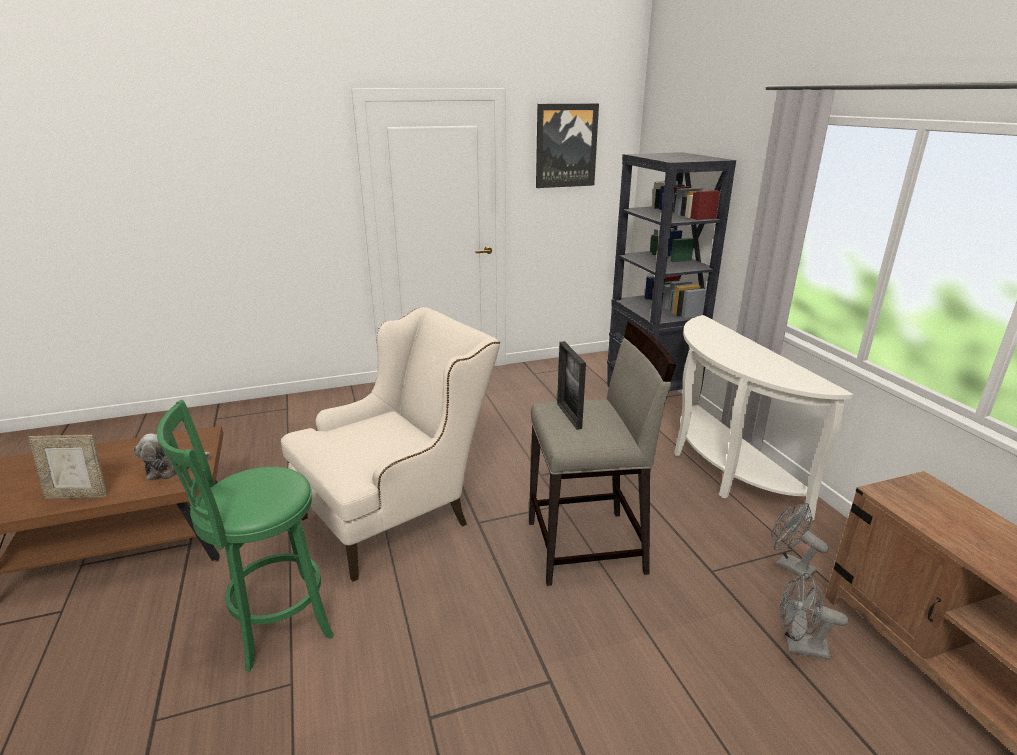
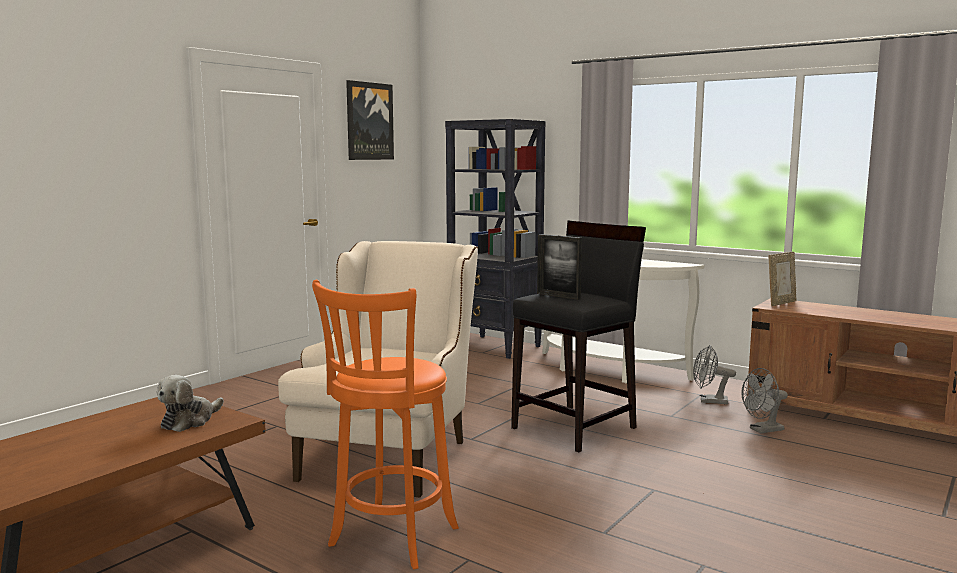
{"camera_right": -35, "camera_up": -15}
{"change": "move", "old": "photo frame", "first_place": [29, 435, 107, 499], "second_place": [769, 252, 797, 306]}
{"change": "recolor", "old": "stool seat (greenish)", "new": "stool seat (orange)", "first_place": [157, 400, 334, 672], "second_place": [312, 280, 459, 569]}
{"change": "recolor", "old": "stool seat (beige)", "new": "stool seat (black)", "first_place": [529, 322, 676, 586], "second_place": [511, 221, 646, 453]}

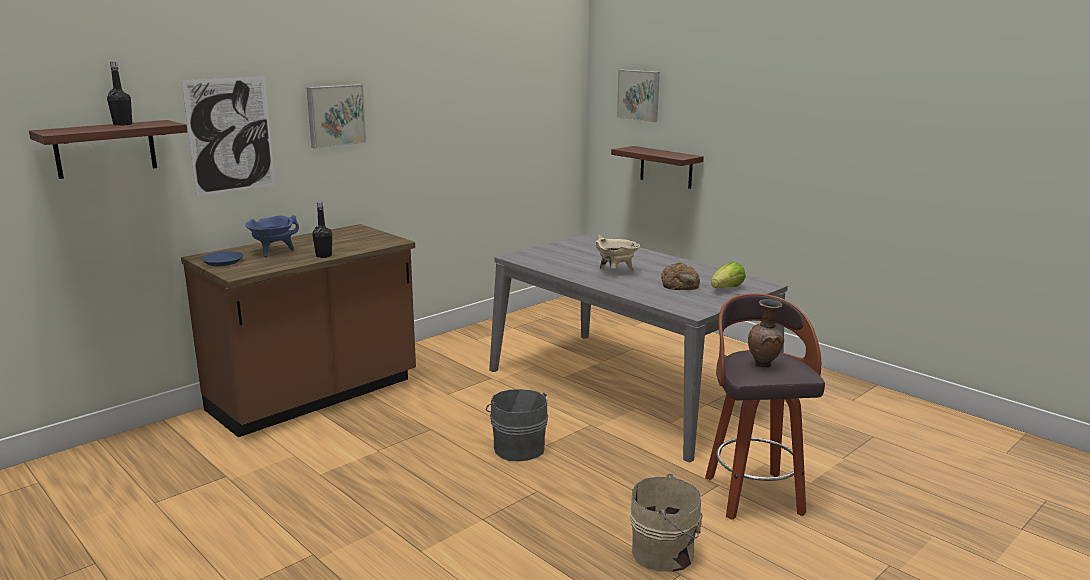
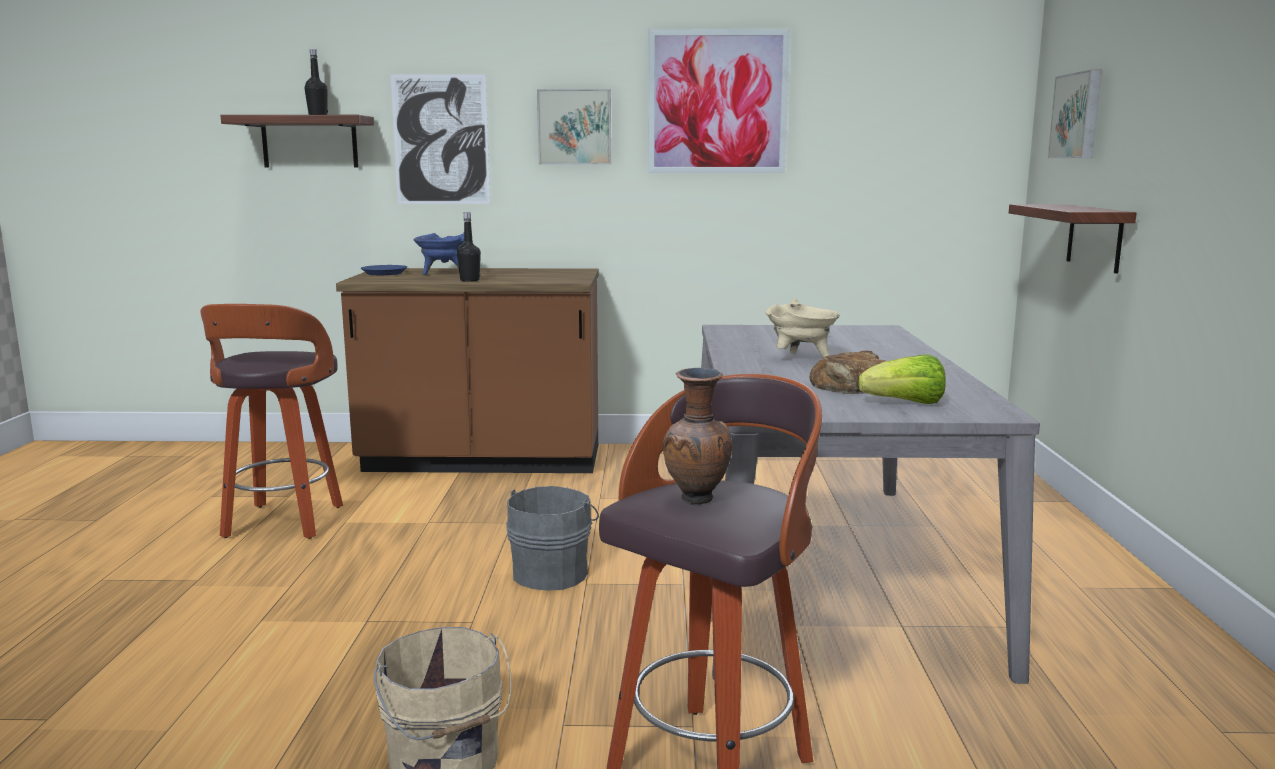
{"camera_right": 45, "camera_up": -5}
{"change": "insert", "new": "stool seat", "second_place": [200, 304, 343, 539]}
{"change": "insert", "new": "wall art", "second_place": [648, 29, 790, 173]}

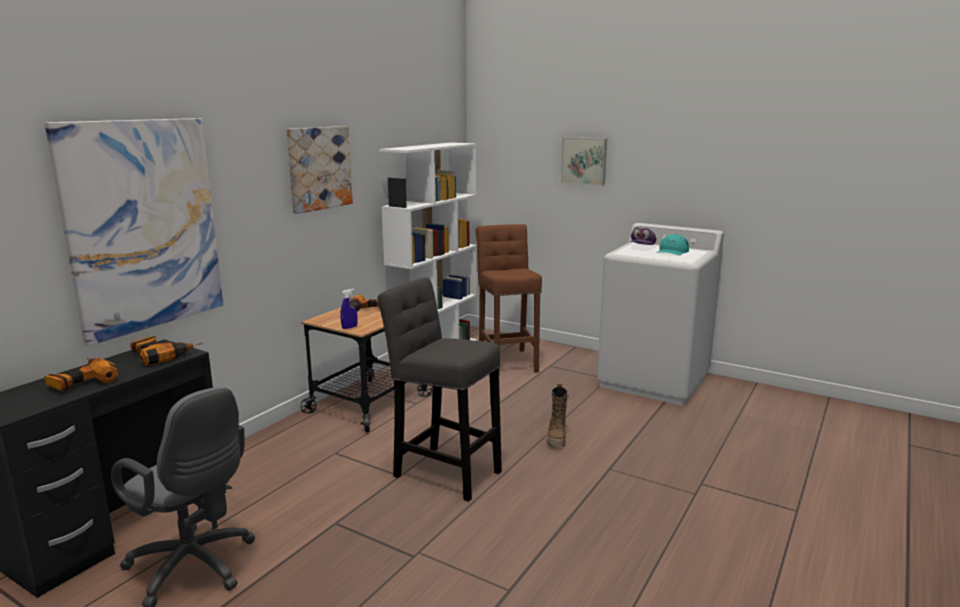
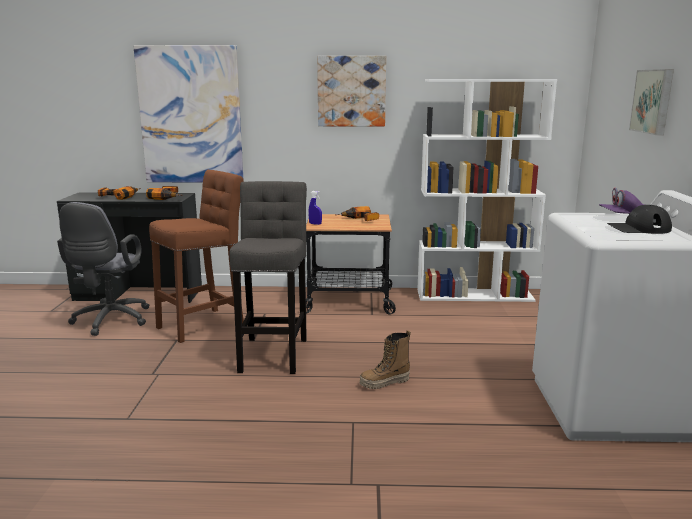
{"camera_right": 60, "camera_up": 0}
{"change": "move", "old": "stool seat (brown)", "first_place": [476, 224, 542, 373], "second_place": [149, 170, 244, 343]}
{"change": "recolor", "old": "baseball cap (turquoise-coloured)", "new": "baseball cap (black)", "first_place": [658, 234, 689, 255], "second_place": [607, 205, 672, 234]}

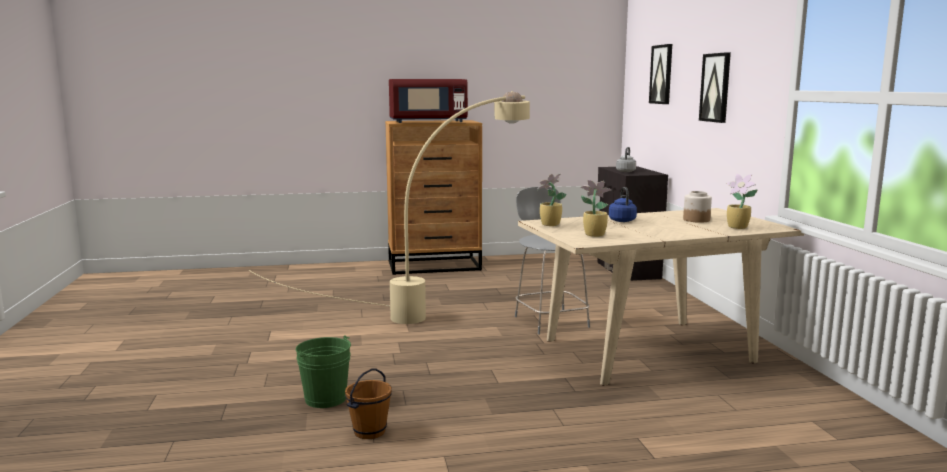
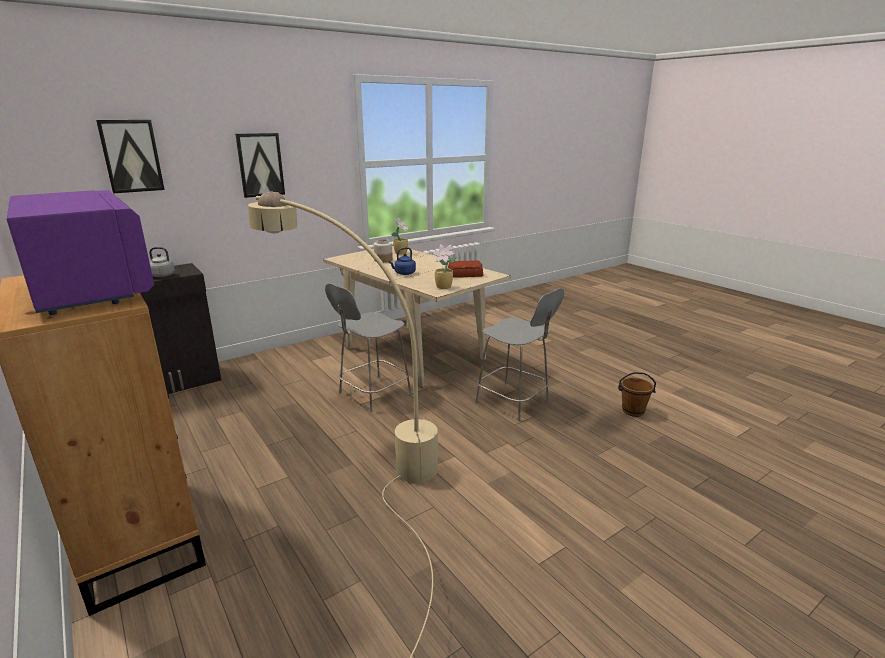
{"camera_right": -115, "camera_up": 10}
{"change": "delete", "old": "water bucket (greenish)", "first_place": [296, 335, 351, 408]}
{"change": "insert", "new": "stool seat (grey)", "second_place": [475, 288, 564, 421]}
{"change": "replace", "old": "plant in a pot", "new": "baked bread", "first_place": [580, 180, 611, 237], "second_place": [448, 260, 484, 278]}
{"change": "recolor", "old": "microwave (reddish)", "new": "microwave (purplish)", "first_place": [389, 79, 468, 123], "second_place": [7, 190, 154, 315]}

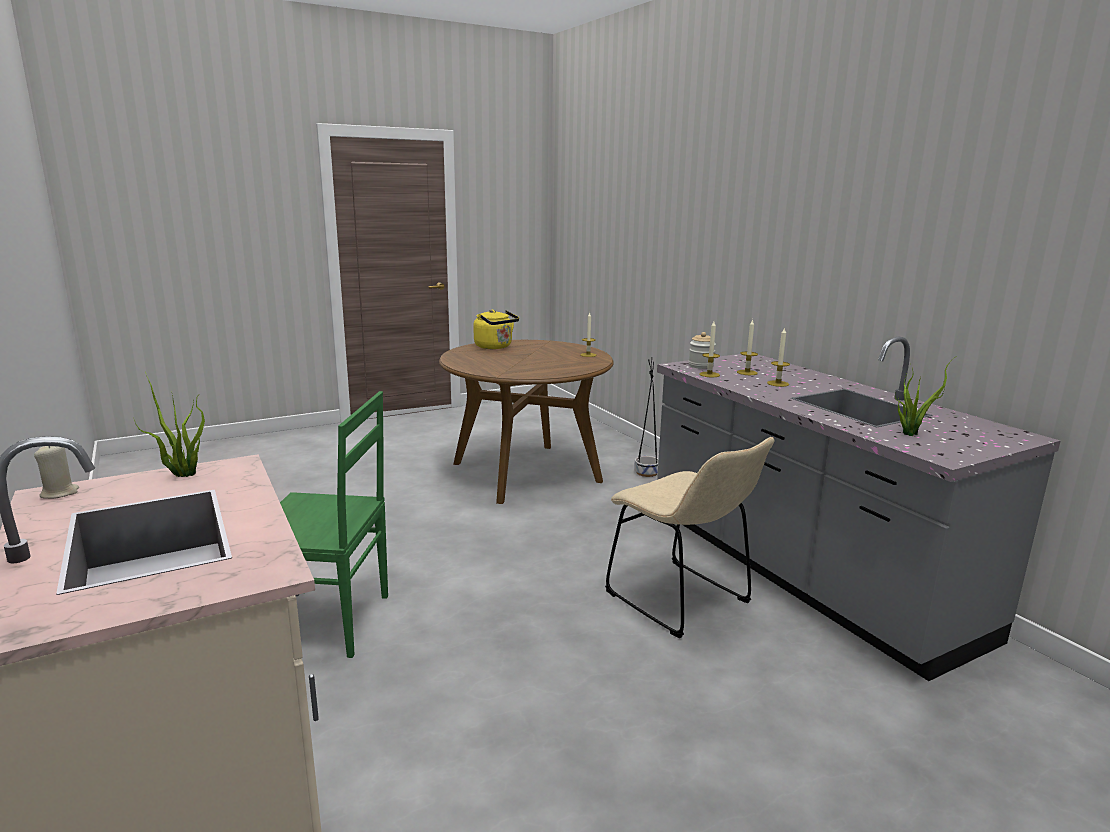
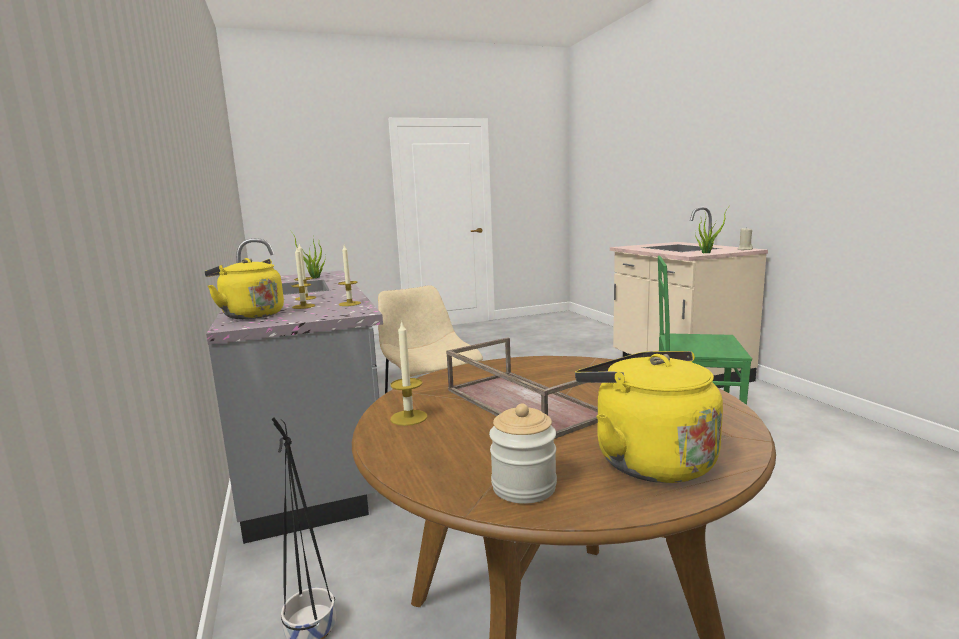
{"camera_right": -170, "camera_up": -5}
{"change": "insert", "new": "water kettle (yellowish)", "second_place": [204, 258, 284, 319]}
{"change": "insert", "new": "tray (brown)", "second_place": [446, 337, 598, 438]}
{"change": "move", "old": "jar", "first_place": [688, 332, 716, 369], "second_place": [489, 404, 557, 504]}

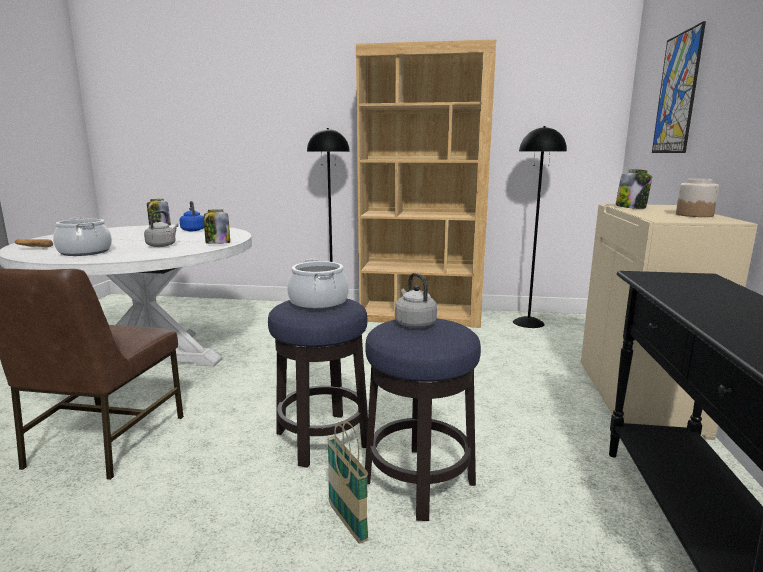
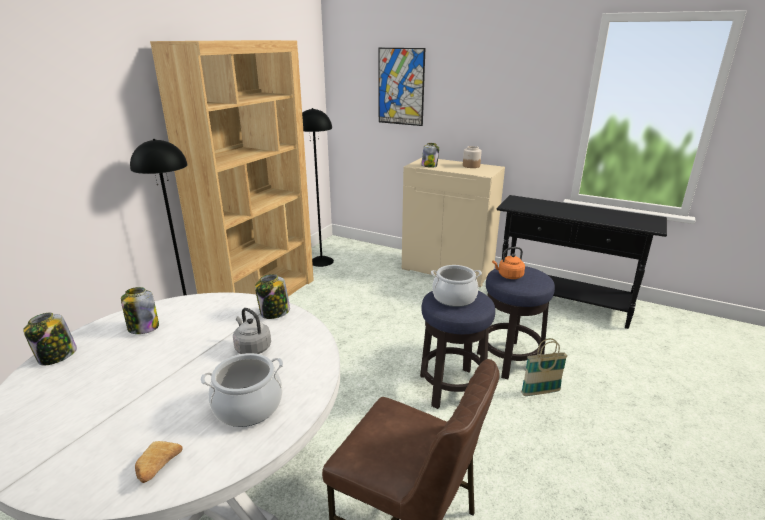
{"camera_right": -70, "camera_up": 10}
{"change": "replace", "old": "water kettle (blue-coloured)", "new": "jar", "first_place": [179, 201, 204, 231], "second_place": [121, 287, 159, 334]}
{"change": "recolor", "old": "water kettle (grey)", "new": "water kettle (orange)", "first_place": [395, 273, 437, 328], "second_place": [492, 247, 525, 279]}

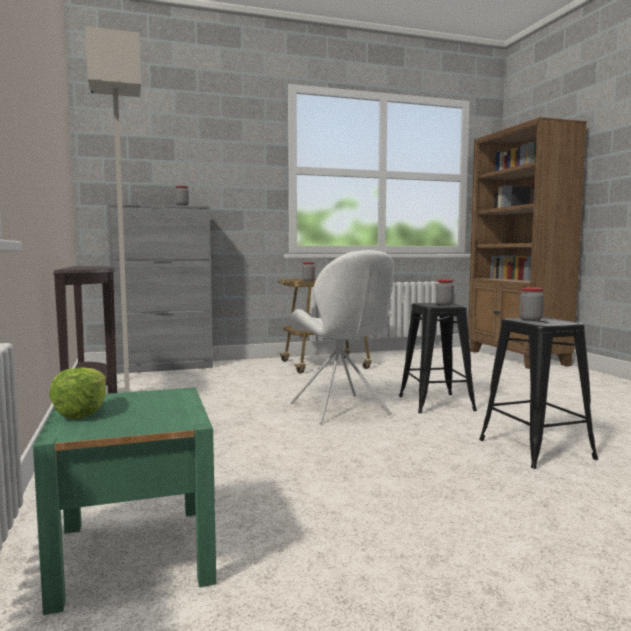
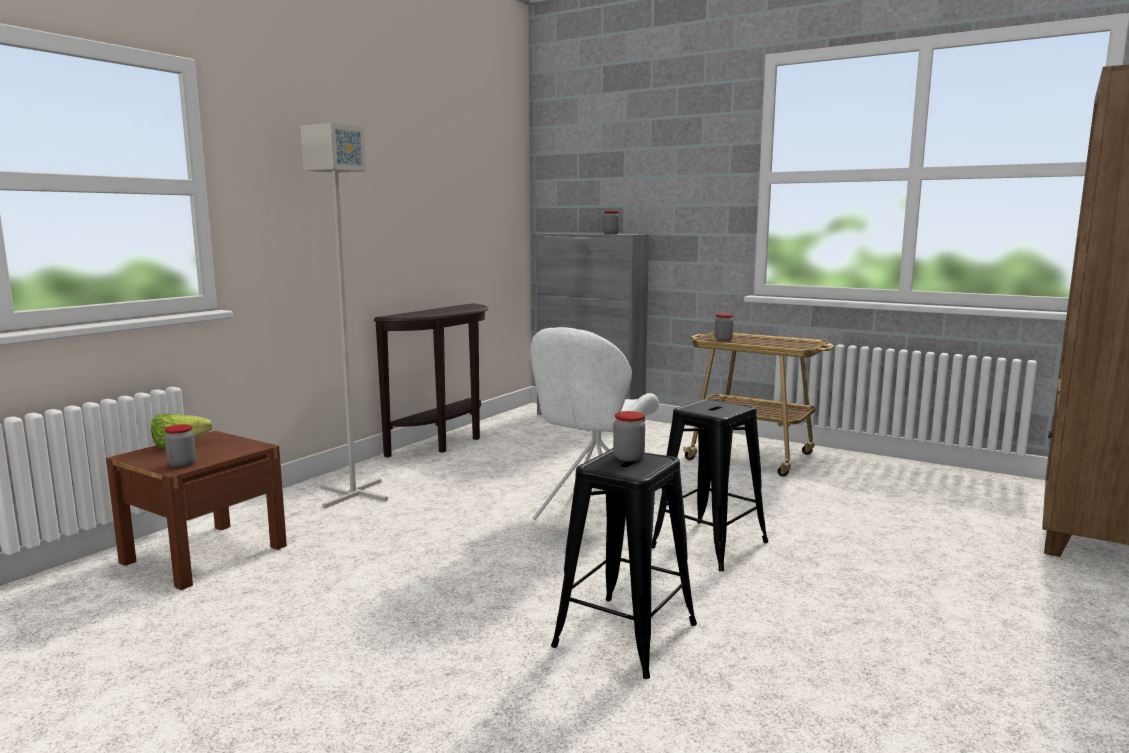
{"camera_right": 50, "camera_up": 5}
{"change": "move", "old": "jar", "first_place": [436, 279, 454, 305], "second_place": [164, 424, 196, 468]}
{"change": "recolor", "old": "nightstand (greenish)", "new": "nightstand (brown)", "first_place": [33, 387, 216, 615], "second_place": [106, 431, 287, 590]}

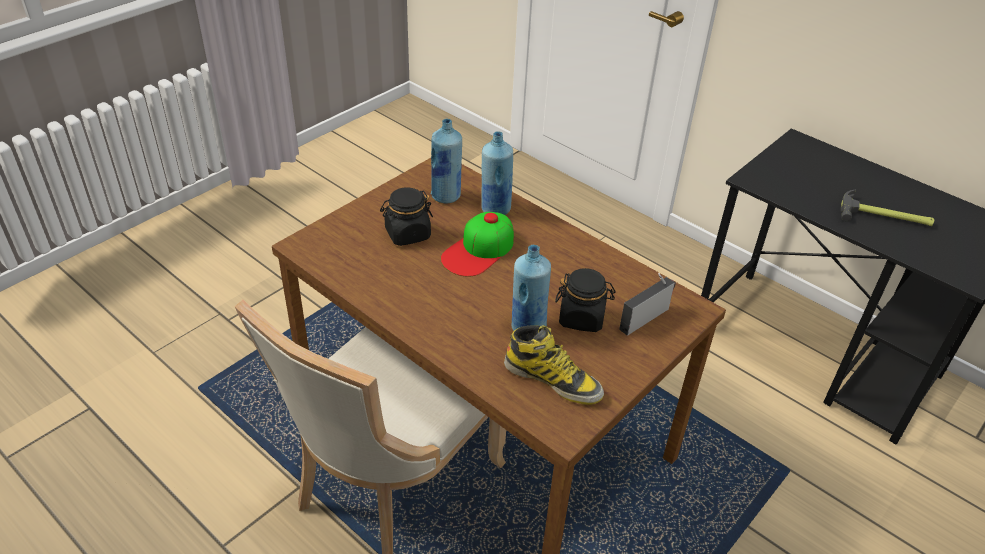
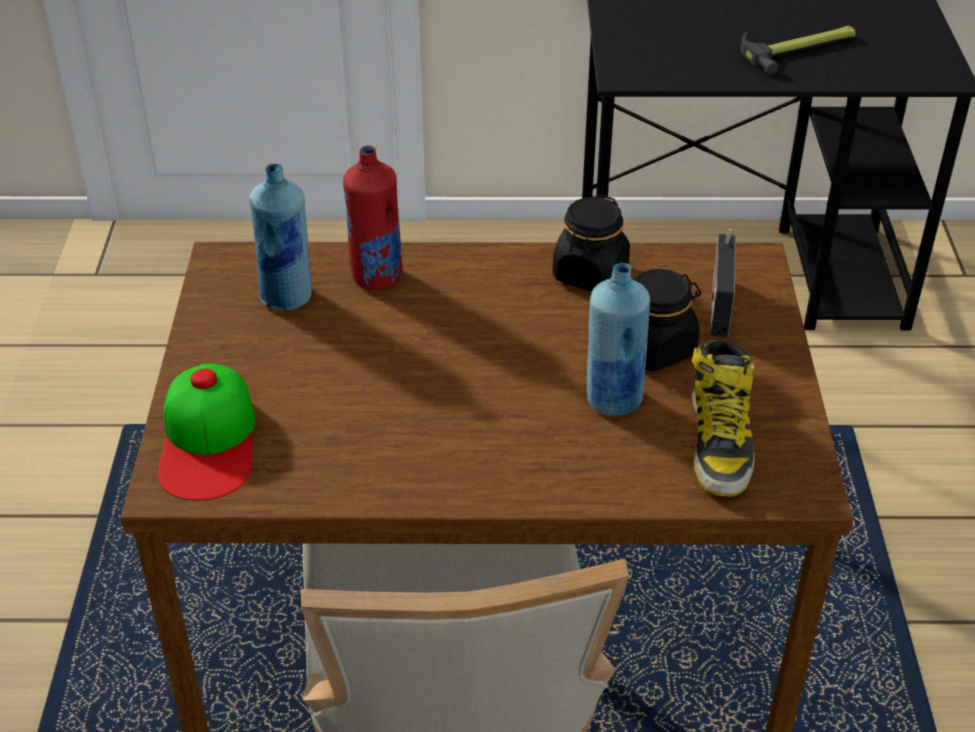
{"camera_right": -40, "camera_up": 0}
{"change": "move", "old": "jar (black)", "first_place": [380, 187, 433, 246], "second_place": [553, 194, 630, 291]}
{"change": "move", "old": "baseball cap", "first_place": [441, 212, 514, 276], "second_place": [158, 363, 255, 501]}
{"change": "recolor", "old": "beverage bottle (blue-coloured)", "new": "beverage bottle (reddish)", "first_place": [481, 131, 513, 215], "second_place": [343, 146, 403, 290]}
{"change": "rotate", "old": "tall boot", "first_place": [504, 325, 604, 405], "second_place": [692, 340, 755, 497], "degrees": 105}

